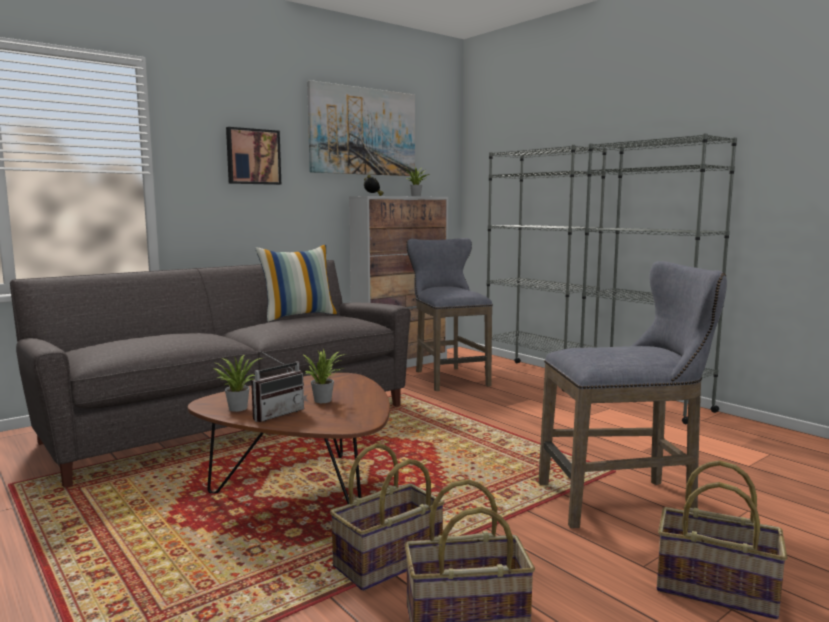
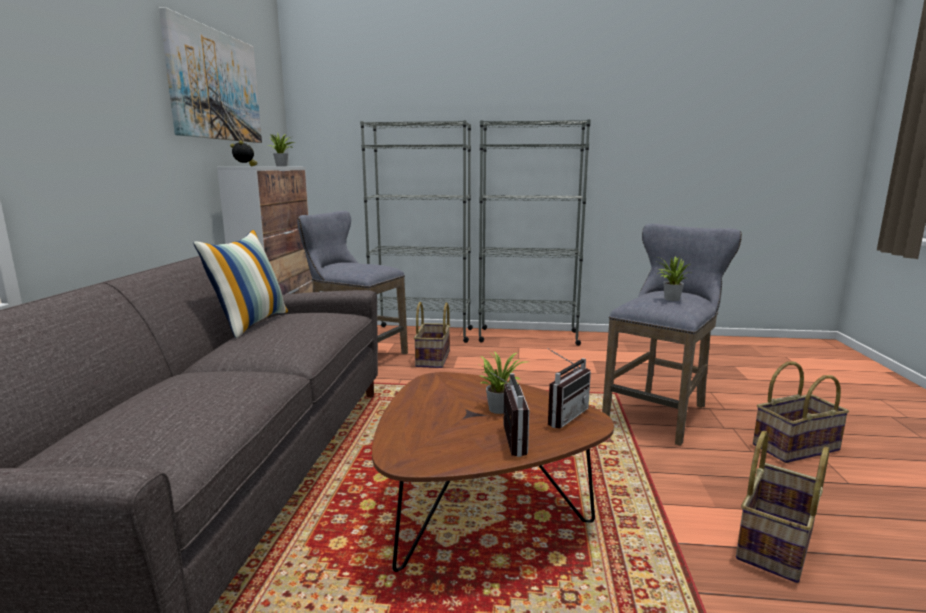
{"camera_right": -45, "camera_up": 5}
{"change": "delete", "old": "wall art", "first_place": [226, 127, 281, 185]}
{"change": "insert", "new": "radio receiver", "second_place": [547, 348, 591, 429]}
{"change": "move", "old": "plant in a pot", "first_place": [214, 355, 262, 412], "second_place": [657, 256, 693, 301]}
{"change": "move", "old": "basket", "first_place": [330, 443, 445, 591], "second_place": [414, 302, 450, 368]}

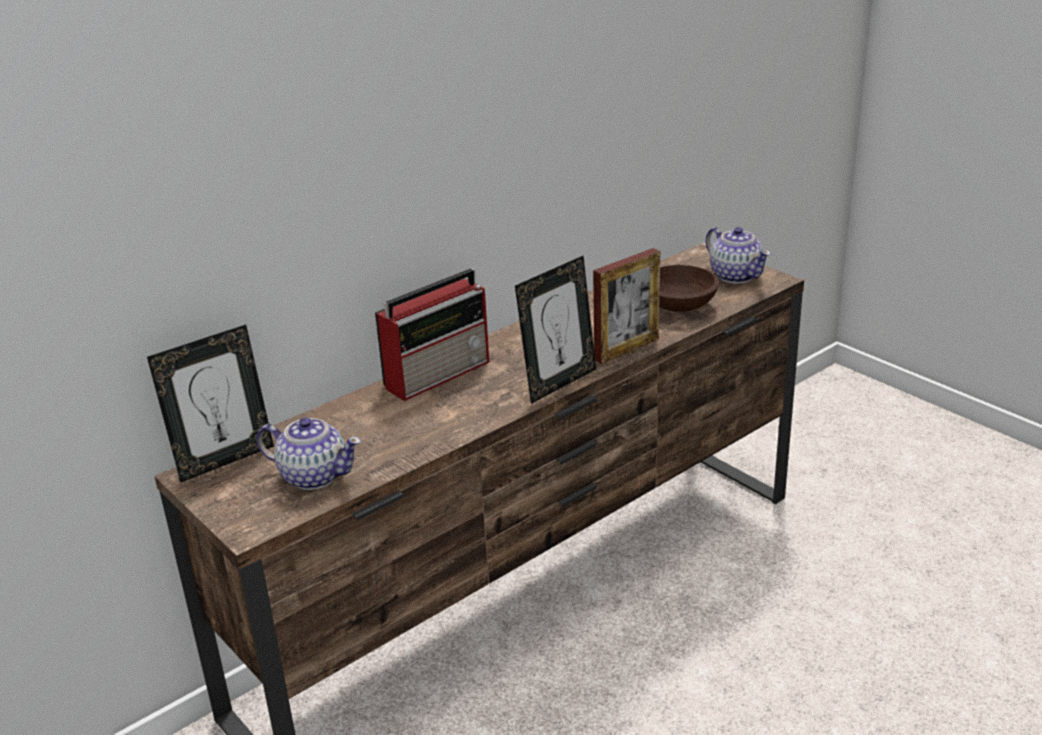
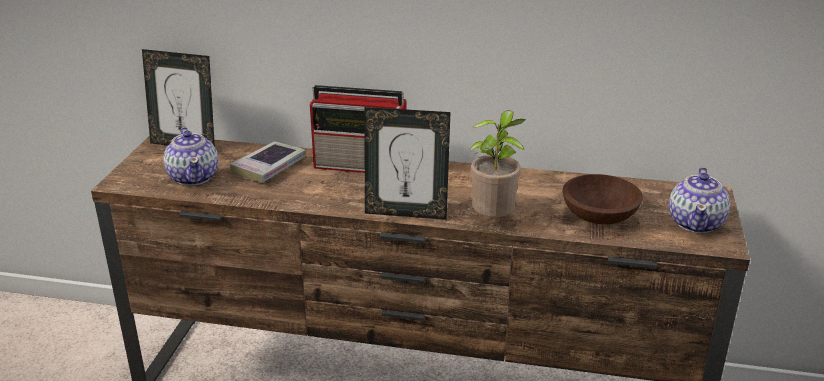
{"camera_right": 50, "camera_up": 0}
{"change": "insert", "new": "book", "second_place": [230, 141, 306, 182]}
{"change": "replace", "old": "photo frame", "new": "plant in a pot", "first_place": [593, 248, 660, 364], "second_place": [470, 110, 526, 217]}

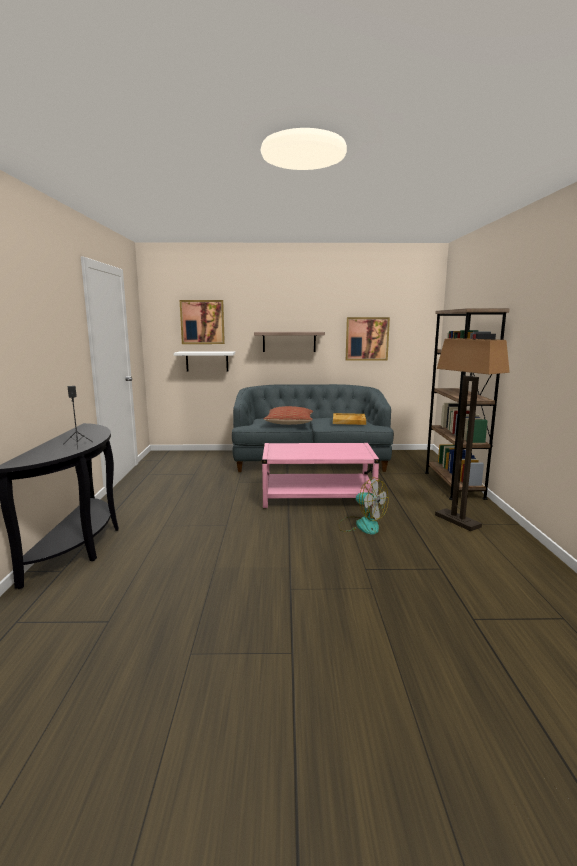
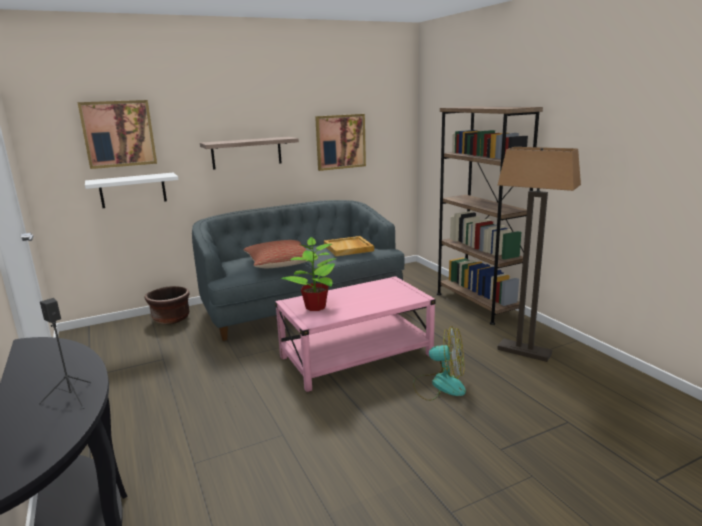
{"camera_right": -25, "camera_up": 5}
{"change": "insert", "new": "plant pot (brown)", "second_place": [145, 286, 190, 324]}
{"change": "insert", "new": "plant in a pot", "second_place": [281, 237, 337, 311]}

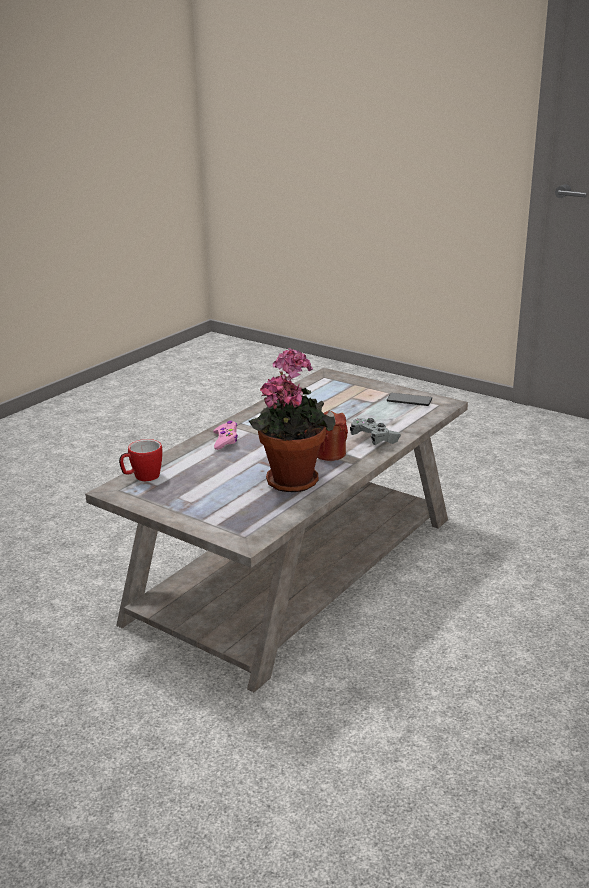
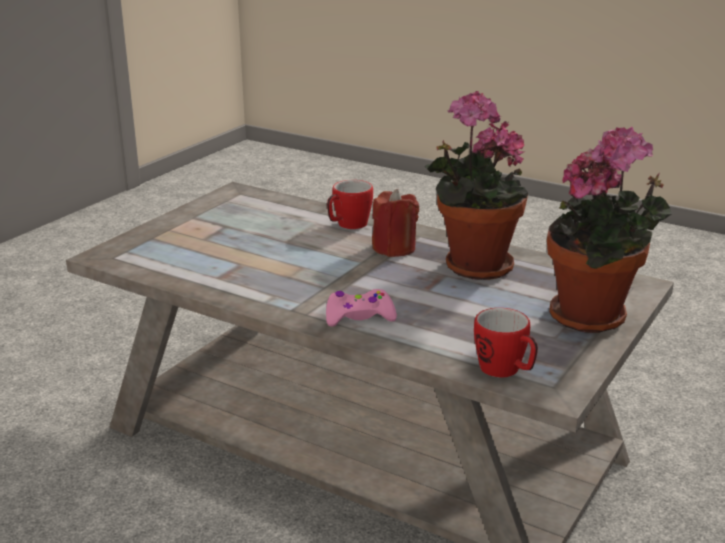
{"camera_right": -95, "camera_up": 0}
{"change": "delete", "old": "telephone", "first_place": [387, 393, 432, 406]}
{"change": "insert", "new": "plant in a pot", "second_place": [547, 127, 672, 333]}
{"change": "replace", "old": "joypad (grey)", "new": "mug", "first_place": [350, 418, 401, 445], "second_place": [327, 180, 373, 229]}

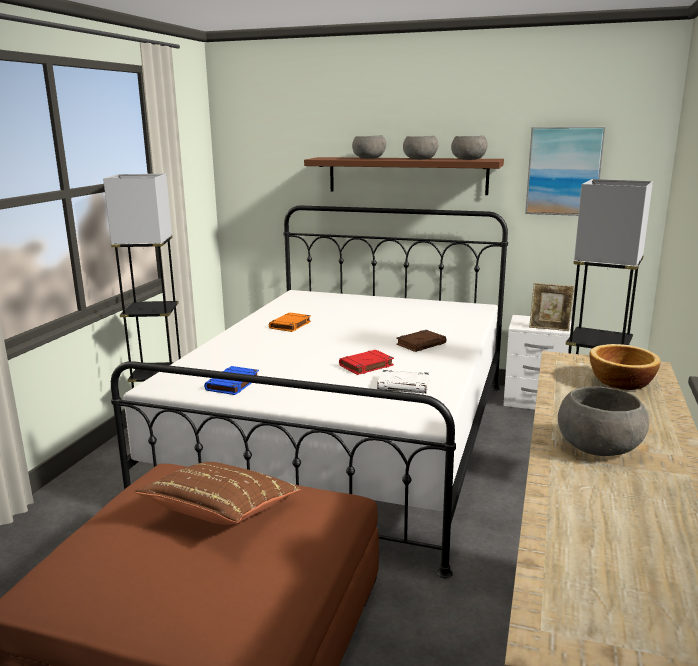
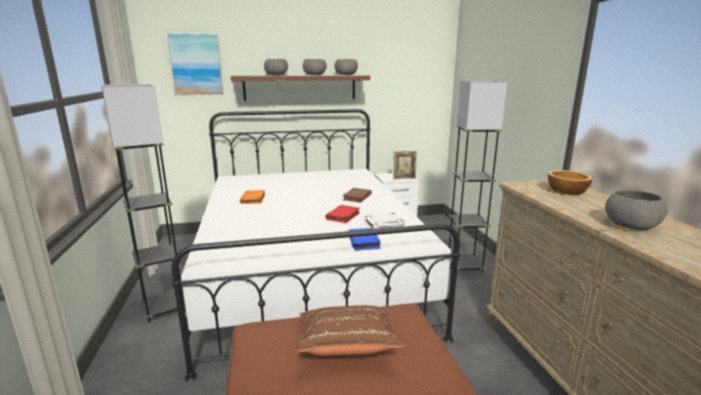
{"camera_right": -30, "camera_up": 0}
{"change": "move", "old": "book (blue-coloured)", "first_place": [204, 366, 259, 395], "second_place": [349, 228, 381, 250]}
{"change": "move", "old": "wall art", "first_place": [525, 127, 605, 216], "second_place": [166, 33, 224, 95]}

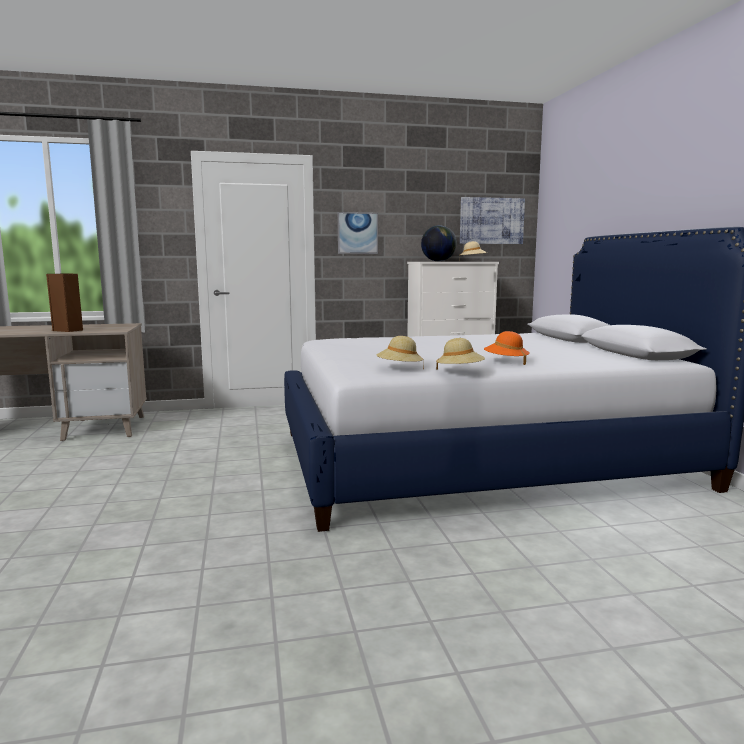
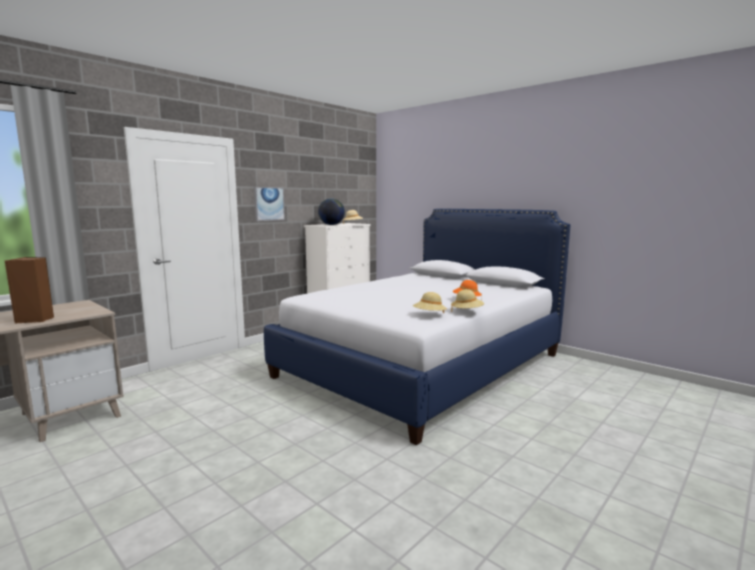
{"camera_right": -35, "camera_up": 0}
{"change": "delete", "old": "wall art", "first_place": [460, 197, 525, 244]}

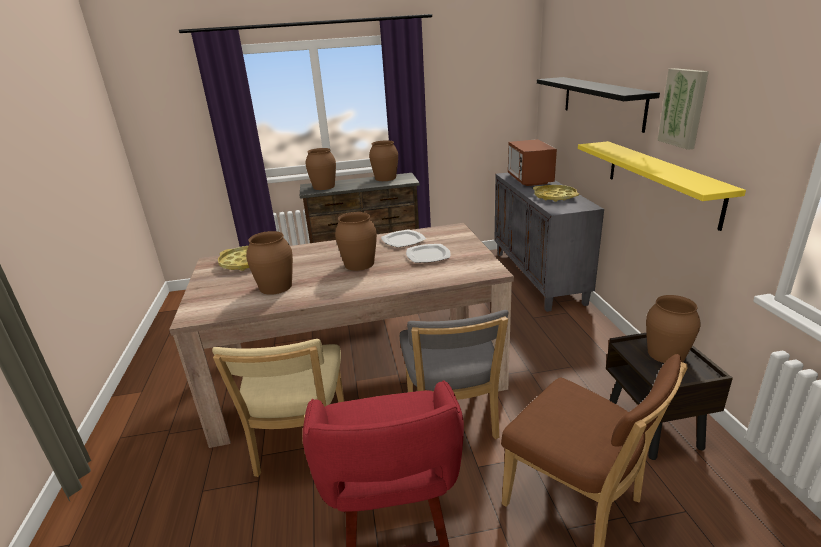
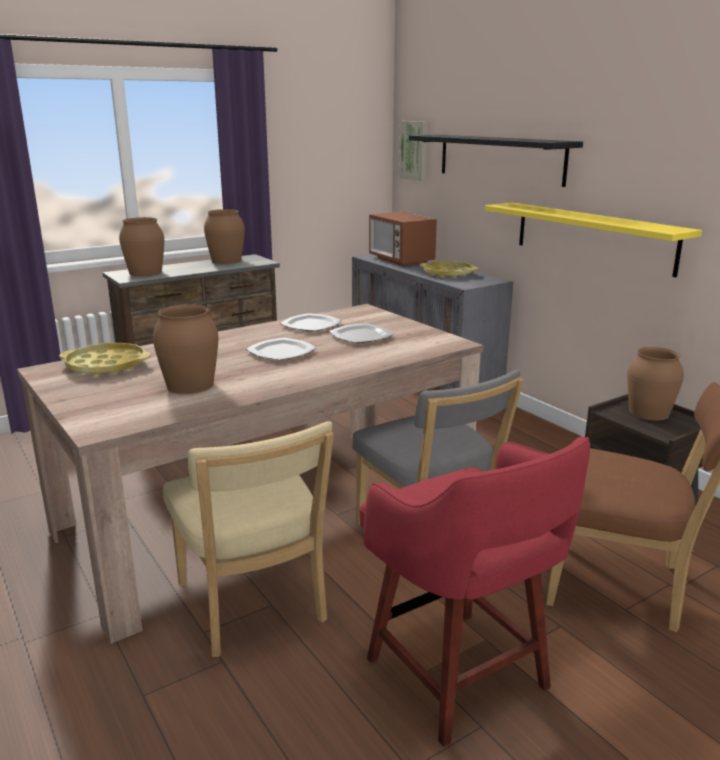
{"camera_right": -25, "camera_up": -5}
{"change": "move", "old": "wall art", "first_place": [657, 68, 709, 150], "second_place": [399, 121, 428, 181]}
{"change": "replace", "old": "flower vase (brown)", "new": "dinner plate", "first_place": [335, 212, 377, 271], "second_place": [247, 338, 316, 360]}

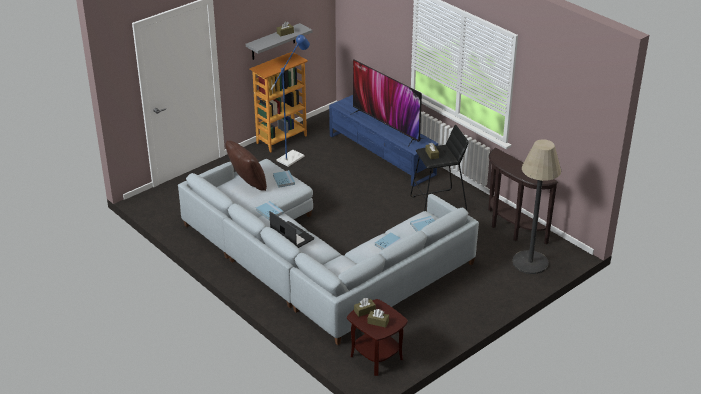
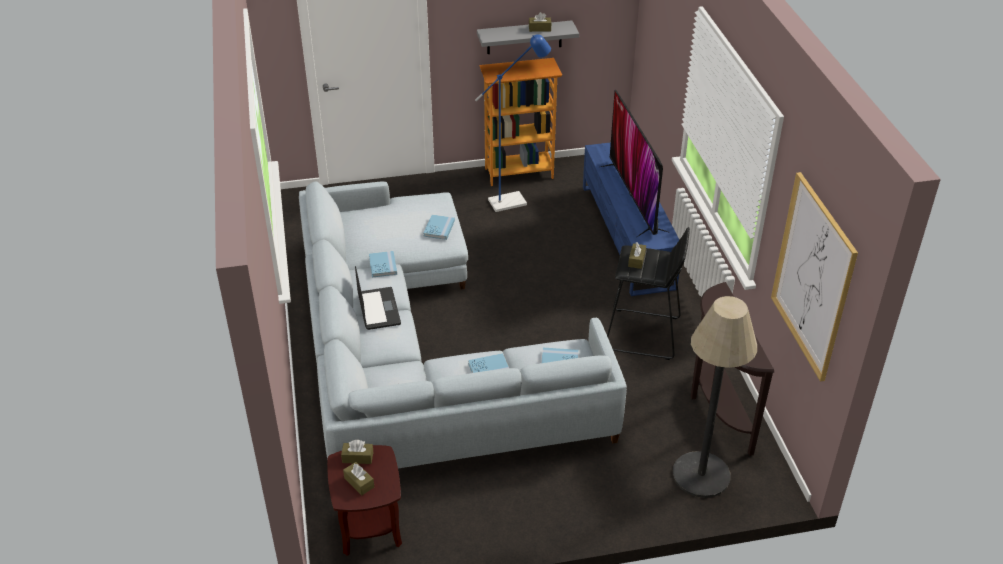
{"camera_right": 30, "camera_up": 5}
{"change": "delete", "old": "throw pillow (brown)", "first_place": [225, 140, 267, 191]}
{"change": "insert", "new": "wall art", "second_place": [771, 172, 858, 381]}

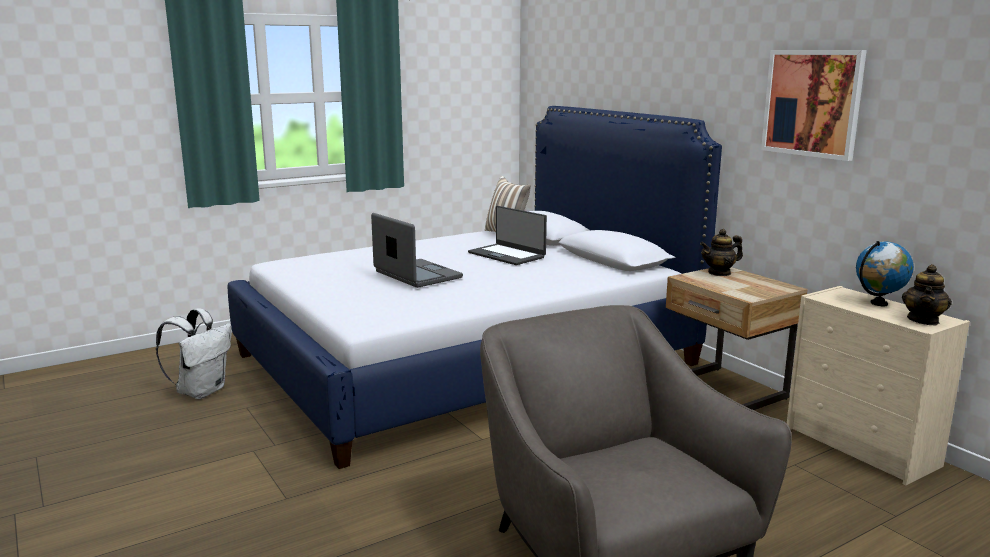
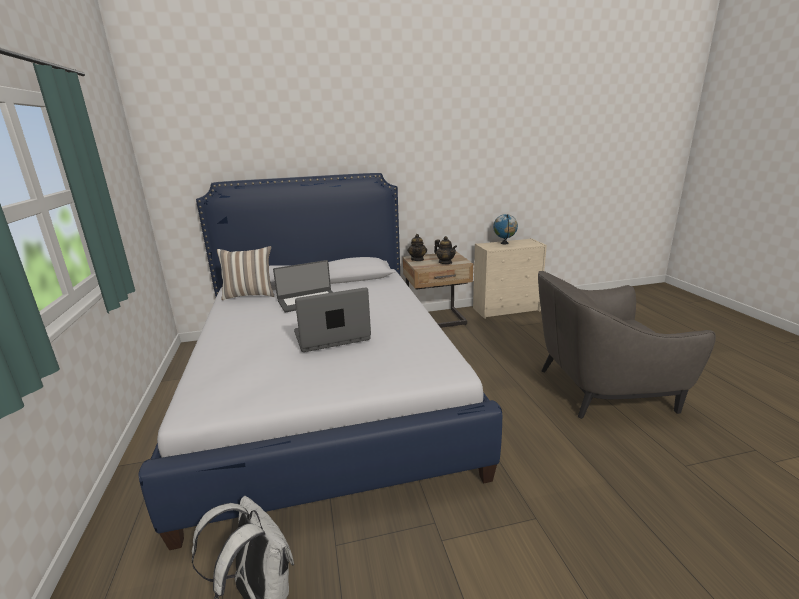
{"camera_right": -70, "camera_up": 5}
{"change": "delete", "old": "wall art", "first_place": [761, 50, 867, 161]}
{"change": "move", "old": "teapot", "first_place": [902, 264, 952, 325], "second_place": [434, 236, 457, 264]}

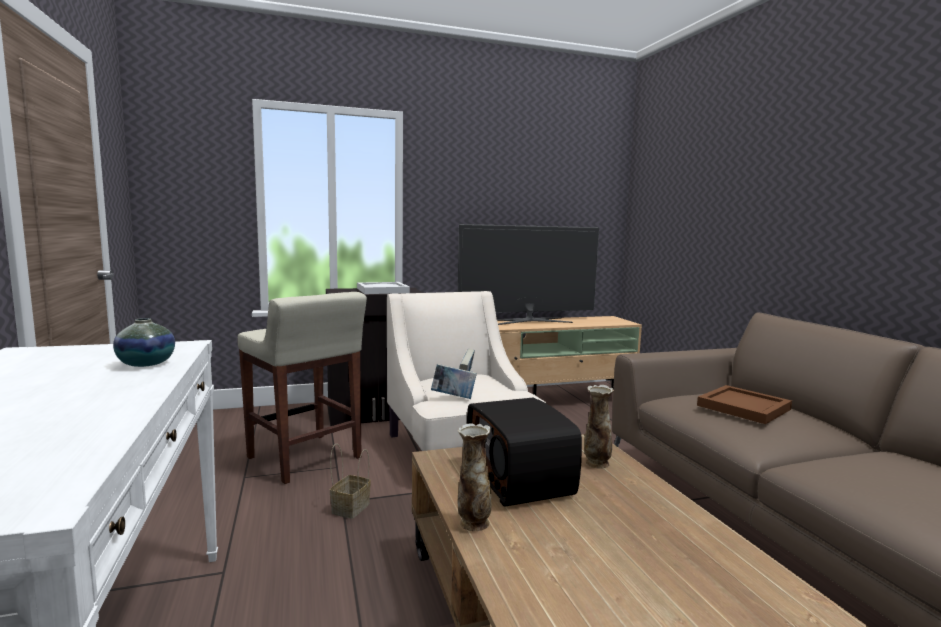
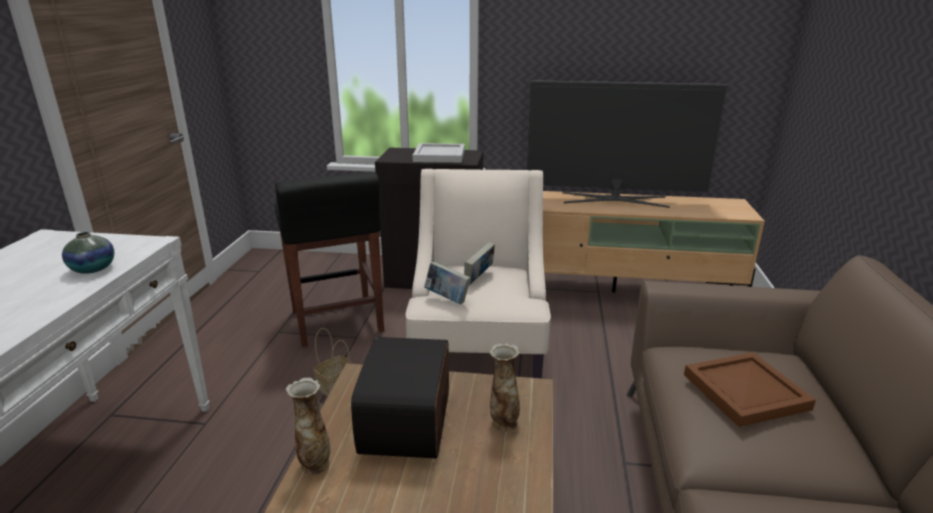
{"camera_right": 25, "camera_up": 15}
{"change": "recolor", "old": "stool seat (beige)", "new": "stool seat (black)", "first_place": [237, 292, 367, 484], "second_place": [275, 172, 384, 347]}

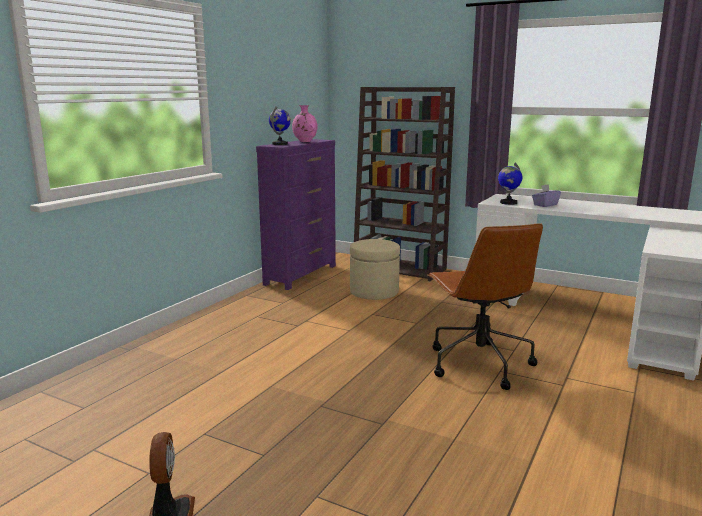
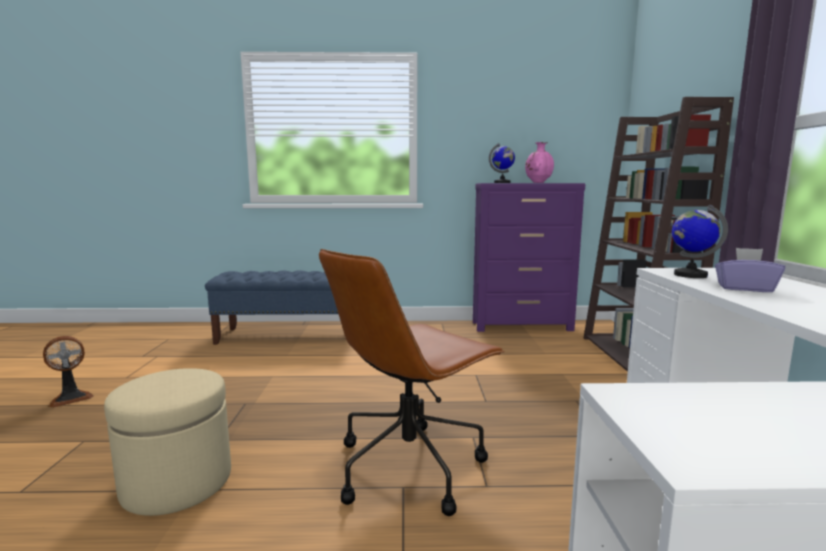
{"camera_right": 60, "camera_up": -5}
{"change": "insert", "new": "long seat (blue-coloured)", "second_place": [205, 270, 338, 345]}
{"change": "move", "old": "footrest (beige)", "first_place": [350, 239, 400, 300], "second_place": [104, 368, 231, 516]}

